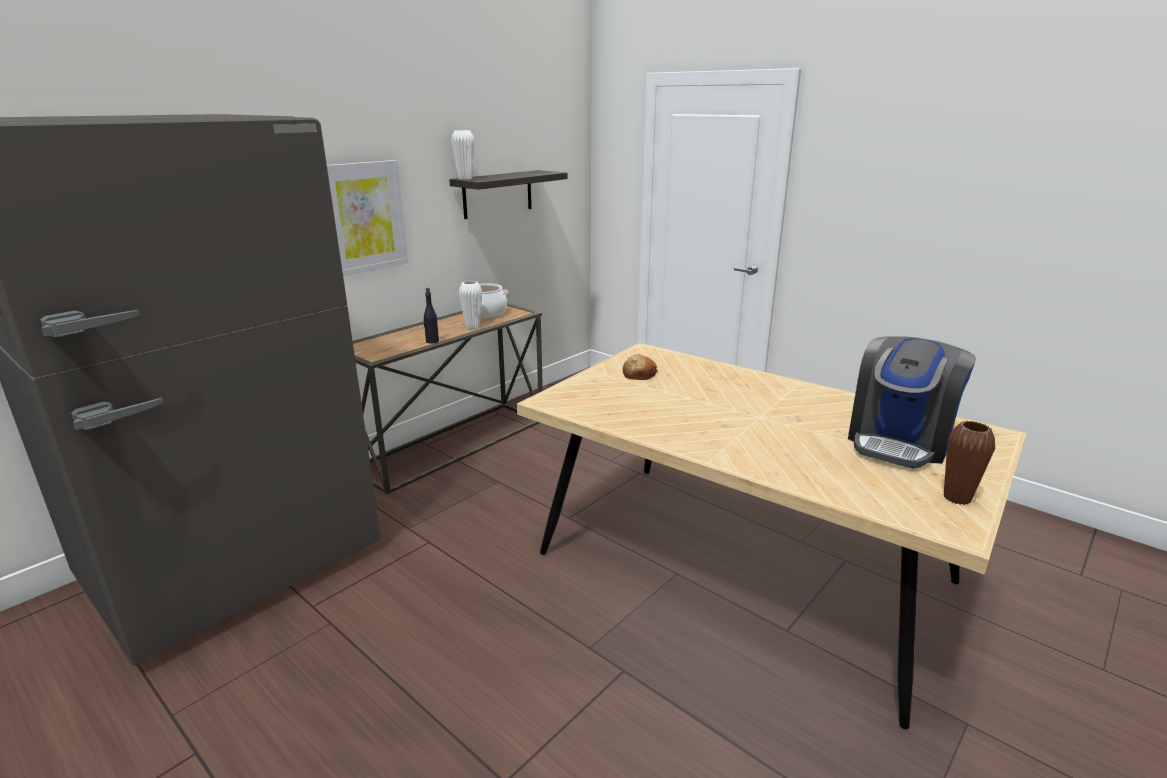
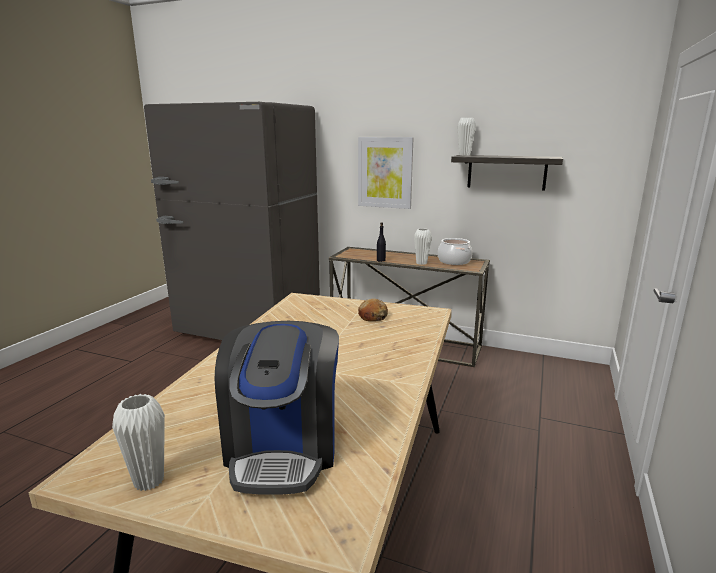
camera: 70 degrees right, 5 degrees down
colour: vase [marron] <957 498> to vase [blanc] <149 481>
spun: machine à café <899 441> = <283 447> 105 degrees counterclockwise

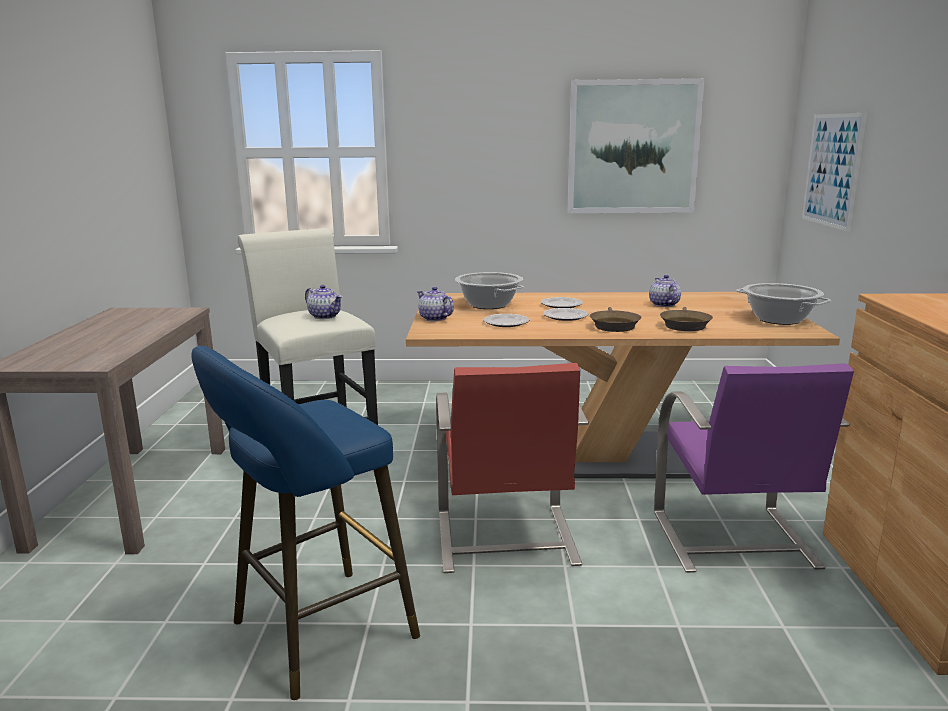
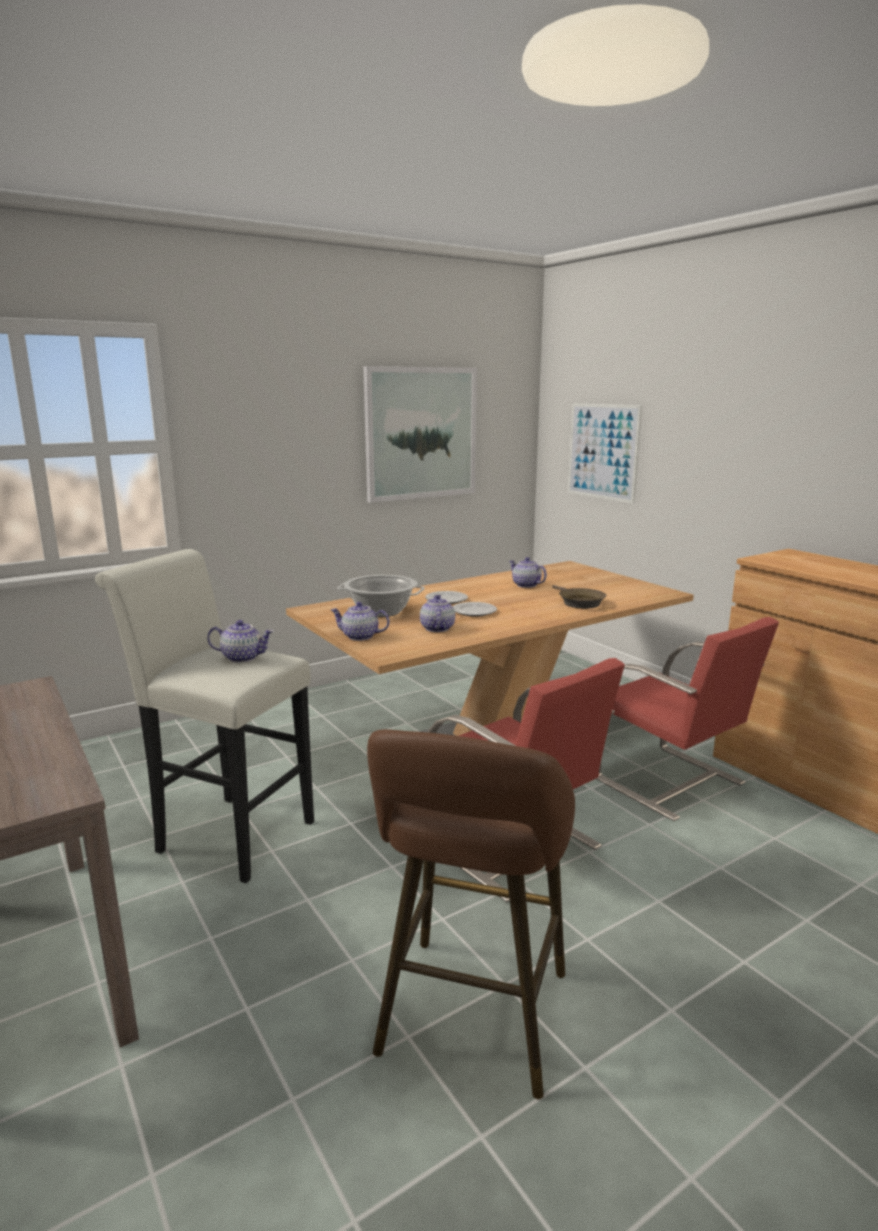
camera: 35 degrees left, 0 degrees up
missing: poêle [marron] <613 325>; marmite <779 319>
exchanged: assiette <505 323> to théière <436 628>
colour: tabouret [bleu] <315 634> to tabouret [marron] <471 1022>; chaise [violet] <733 540> to chaise [rouge] <670 782>

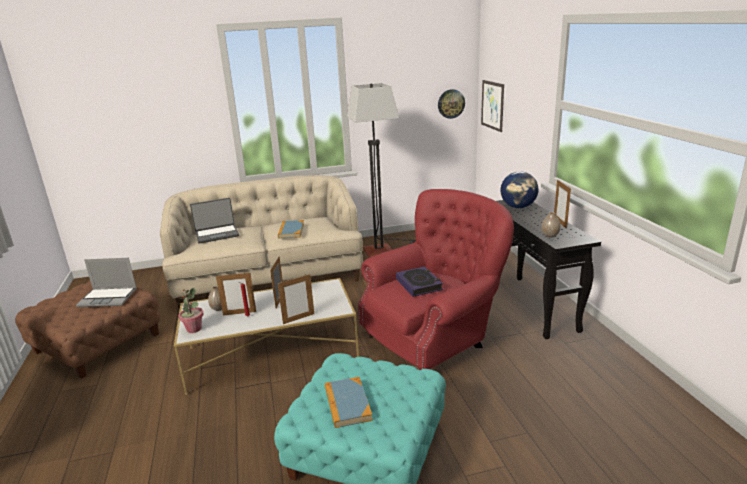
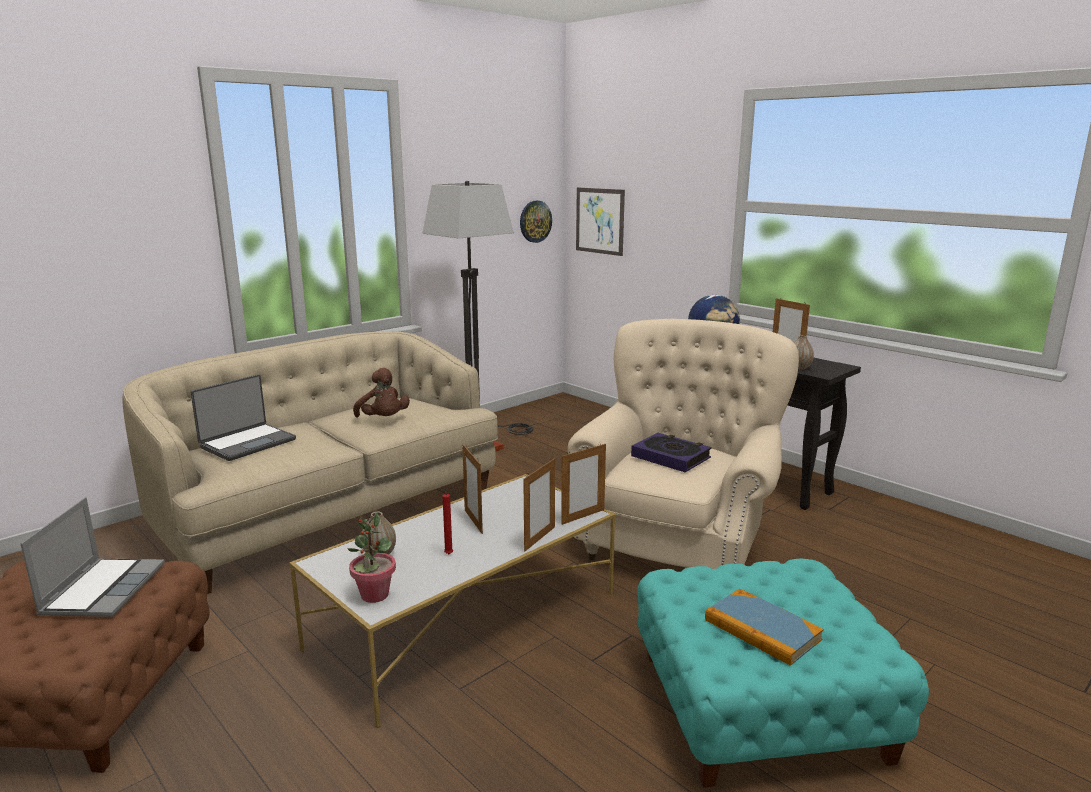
camera: 30 degrees left, 5 degrees down
relocated: cadre photo <239 313> to <583 517>
exchanged: livre <291 231> to peluche [marron] <383 420>
colour: fauteuil [rouge] <434 338> to fauteuil [beige] <677 539>
spun: ordinateur portable <109 297> = <103 589> 60 degrees counterclockwise

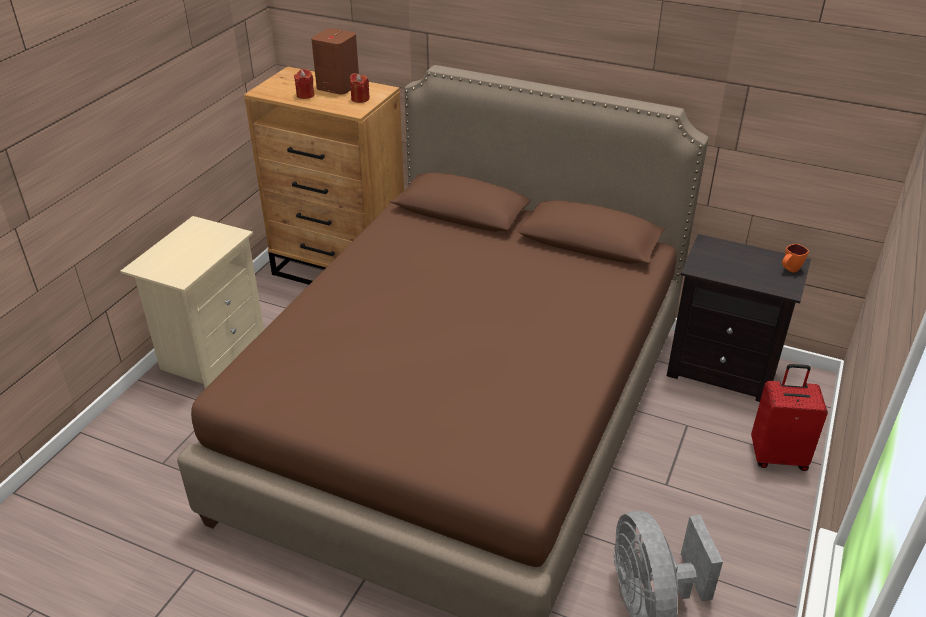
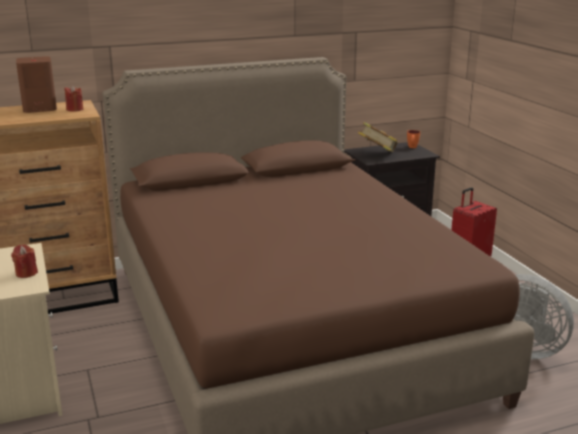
camera: 45 degrees left, 15 degrees down
appeared: livre <377 153>
relocated: bougie [rouge] <305 95> to <26 273>

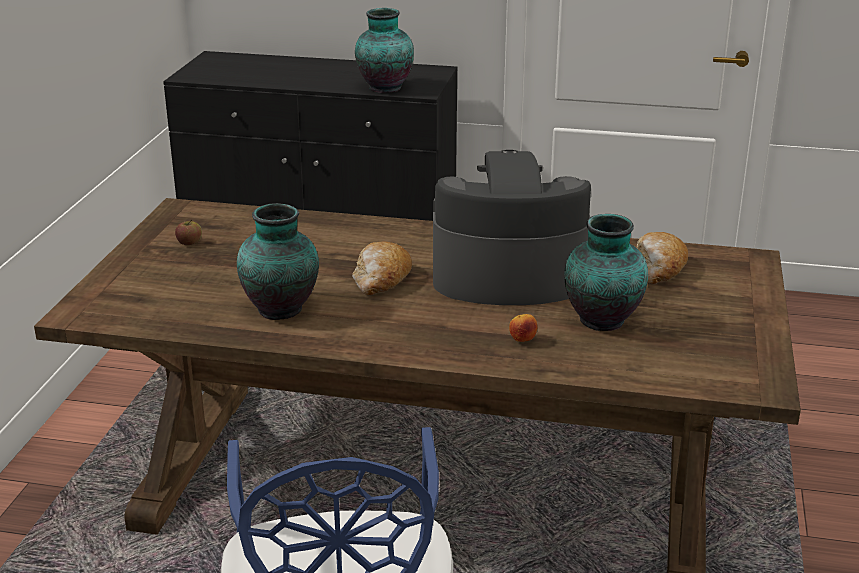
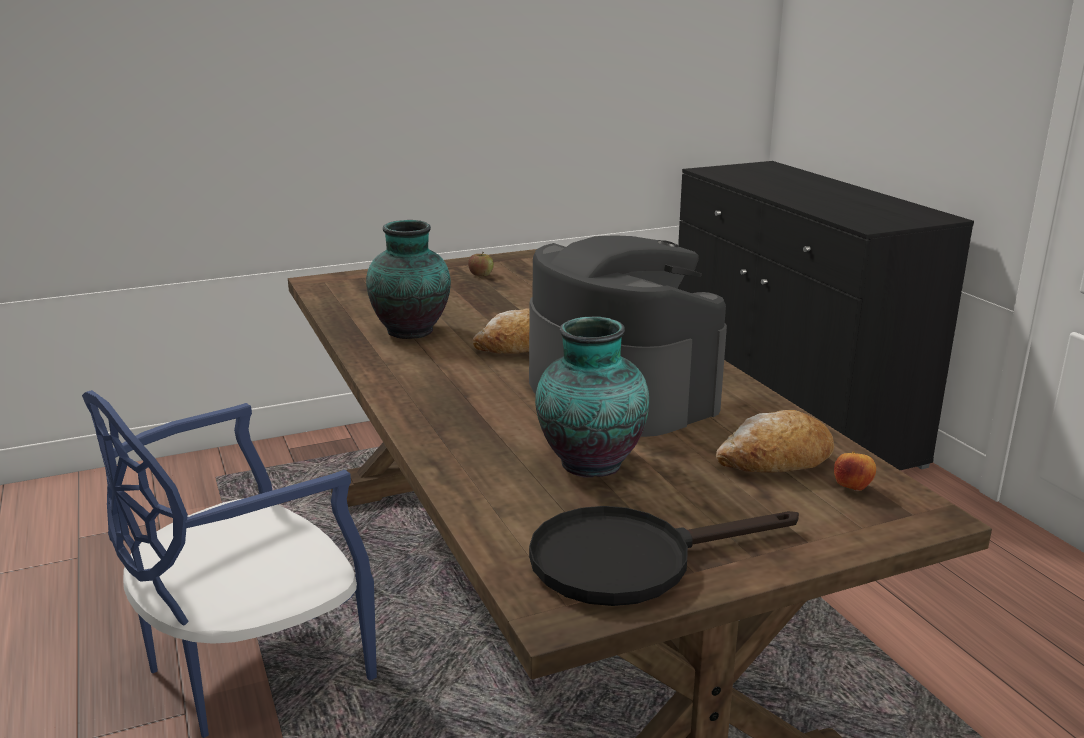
camera: 55 degrees right, 5 degrees down
missing: vase <384 88>
appeared: poêle [noir] <631 559>
relocated: pomme <522 340> to <852 488>

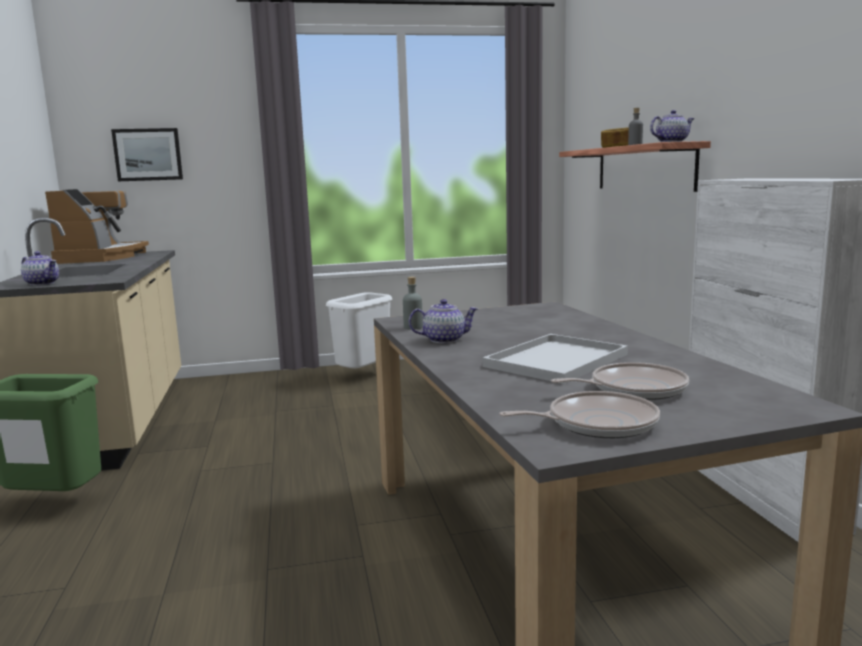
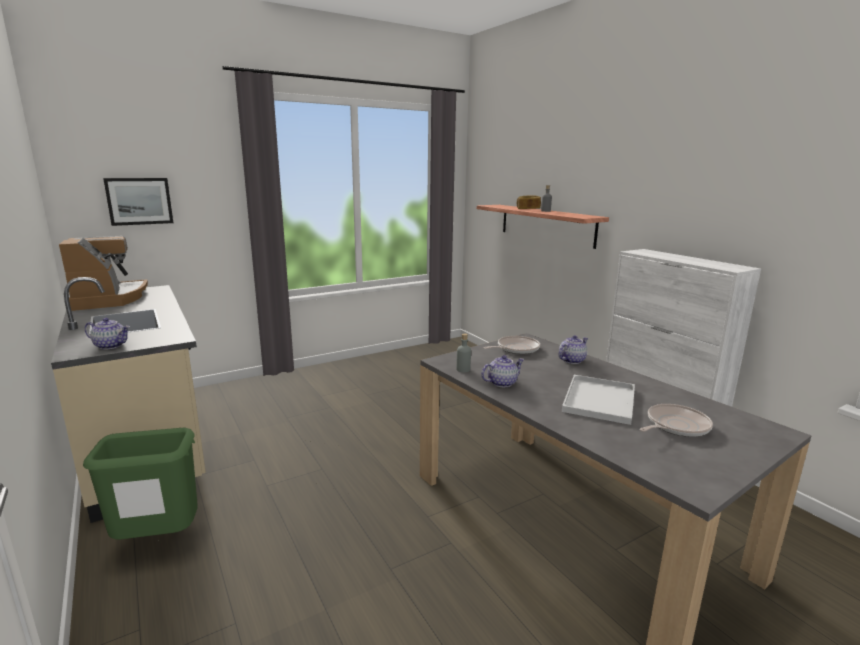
camera: 20 degrees left, 5 degrees up
missing: poubelle [blanc] <364 377>
relocated: poêle <596 423> to <515 349>; théière <671 142> to <571 360>

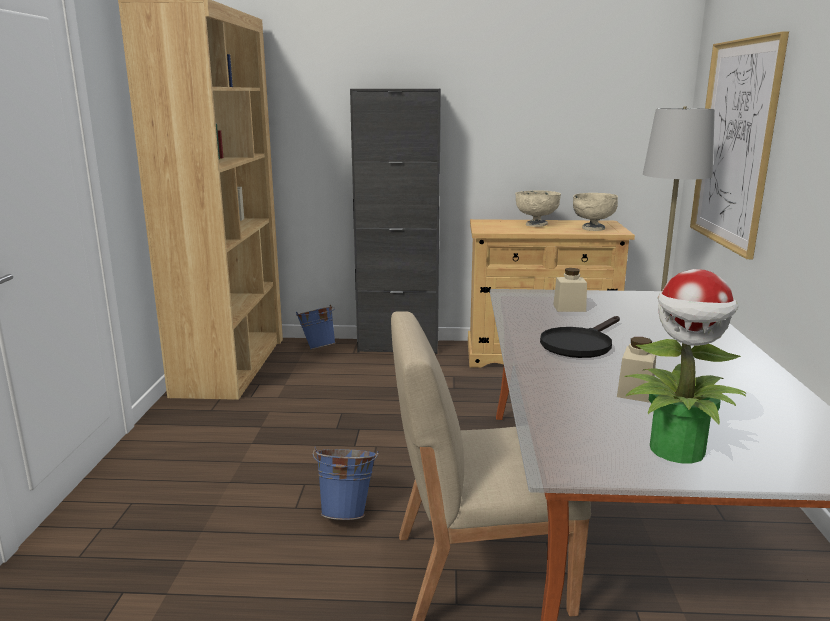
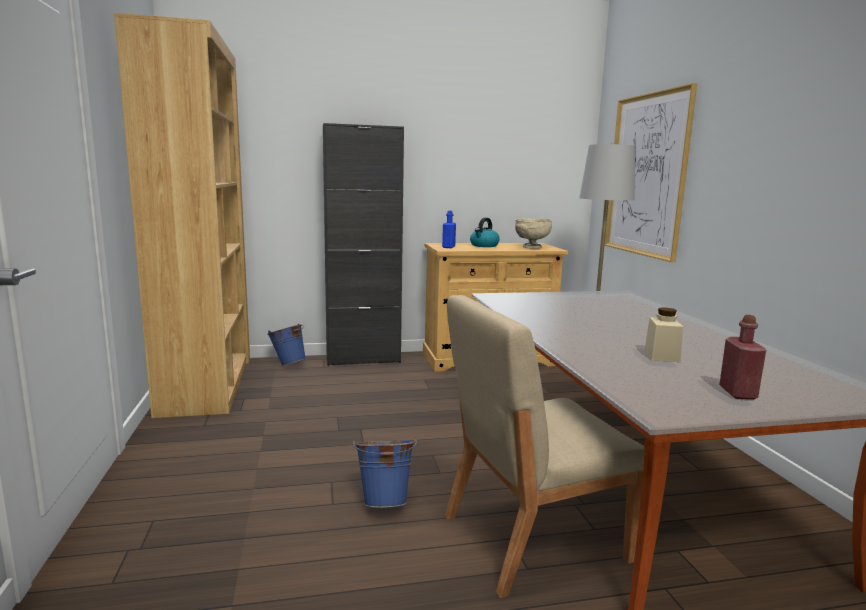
camera: 15 degrees left, 5 degrees down
missing: poêle [noir] <580 344>; bocal [beige] <569 308>
appeared: bouteille [bleu] <448 247>
exchanged: bol [beige] <536 225> to bouilloire <484 245>; plante en pot <677 451> to bouteille [rouge] <737 393>

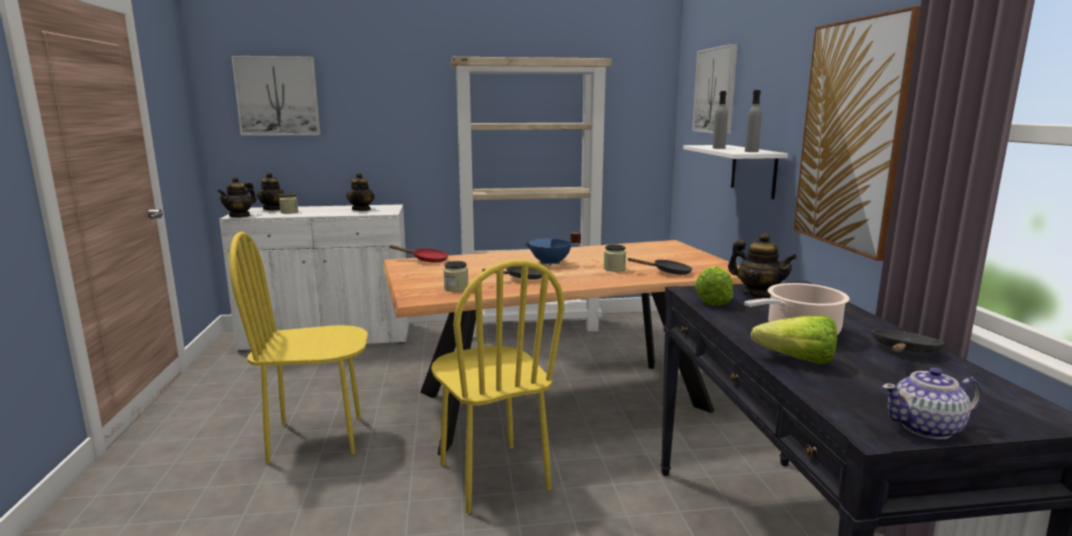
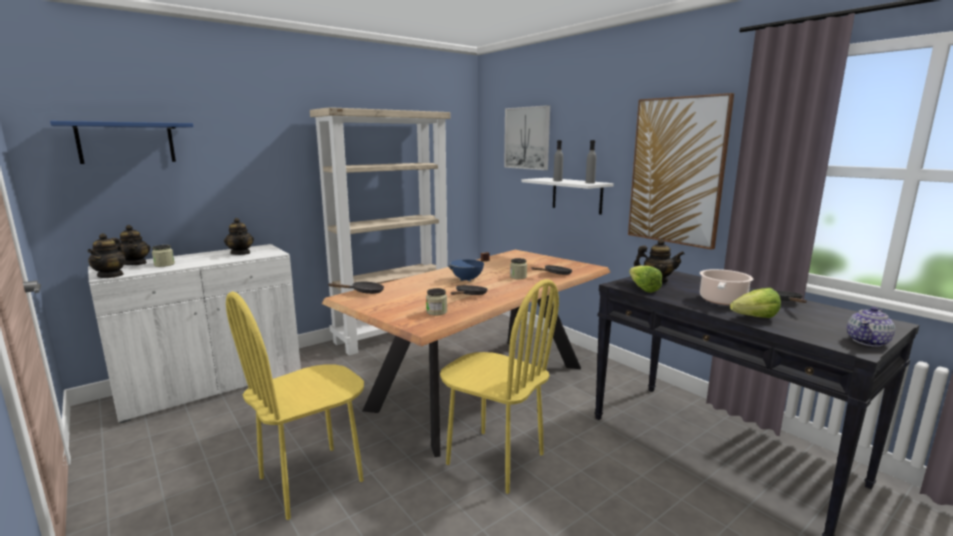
camera: 30 degrees left, 0 degrees up
exchanged: tableau <277 96> to étagère [bleu] <126 143>
colour: poêle [rouge] <426 260> to poêle [noir] <364 292>

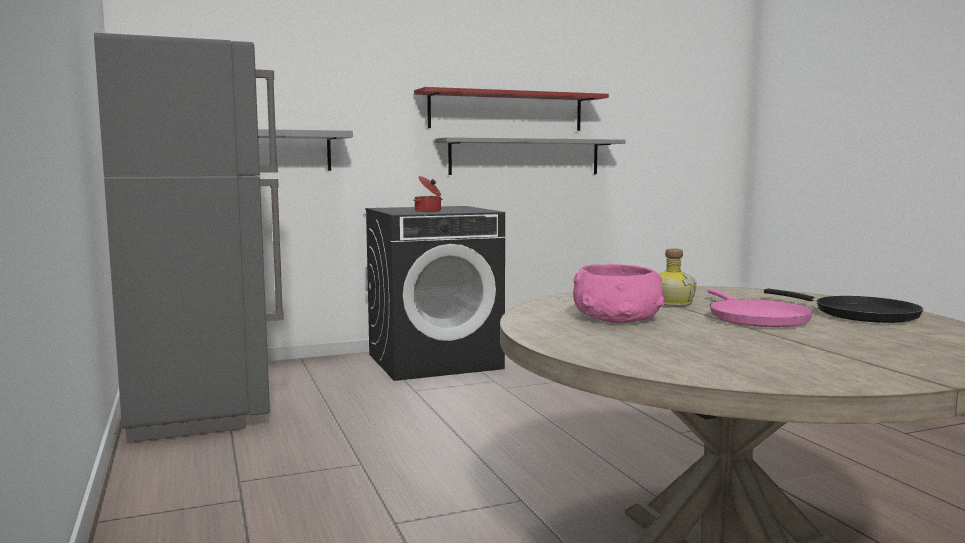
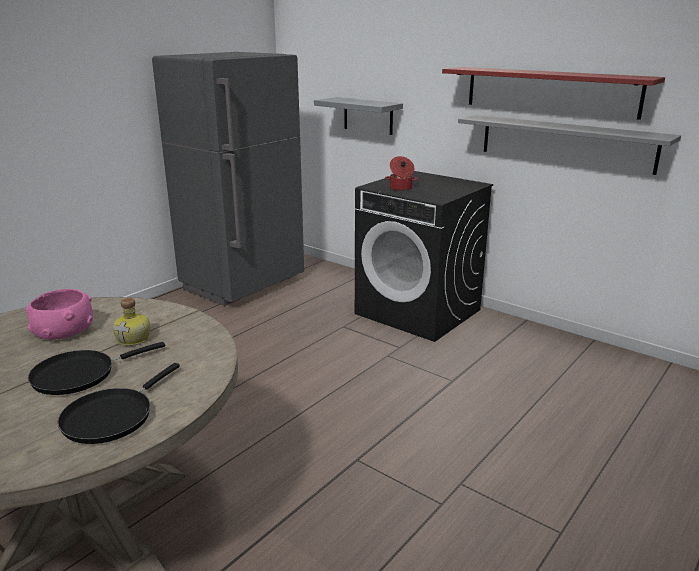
camera: 60 degrees right, 15 degrees up
colour: poêle [rose] <755 317> to poêle [noir] <79 375>

